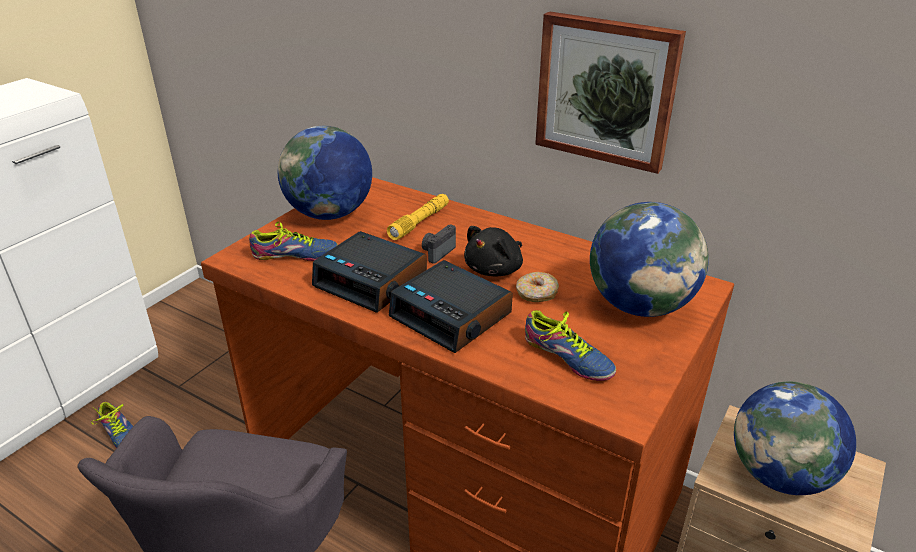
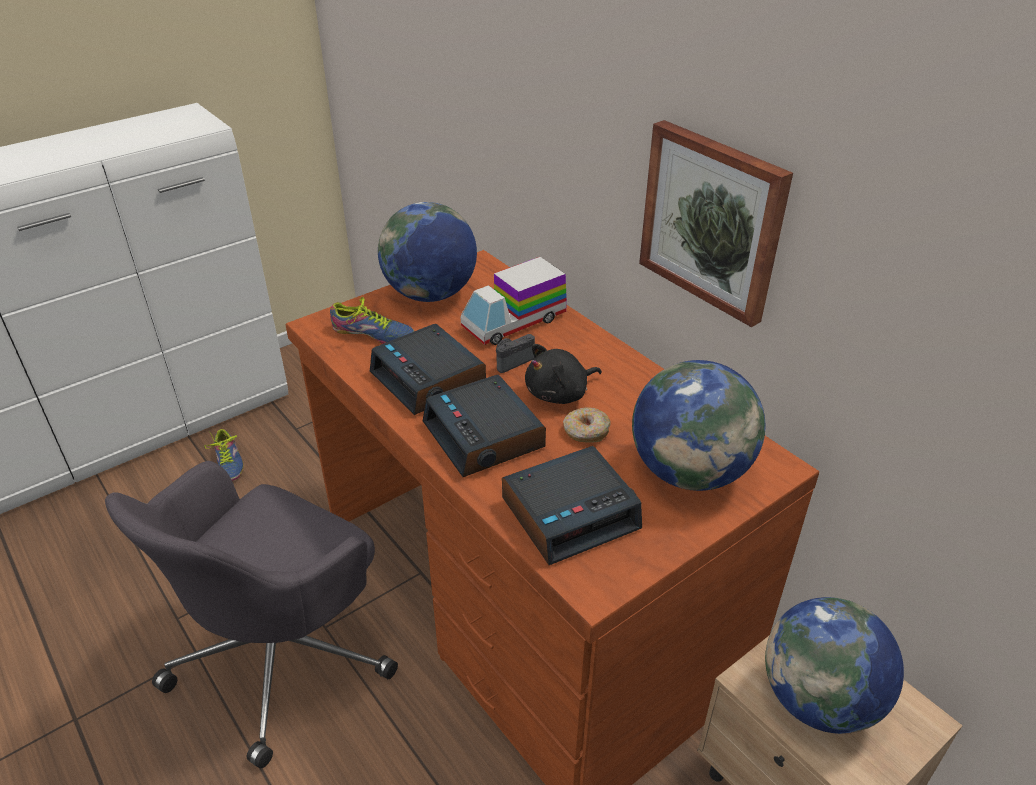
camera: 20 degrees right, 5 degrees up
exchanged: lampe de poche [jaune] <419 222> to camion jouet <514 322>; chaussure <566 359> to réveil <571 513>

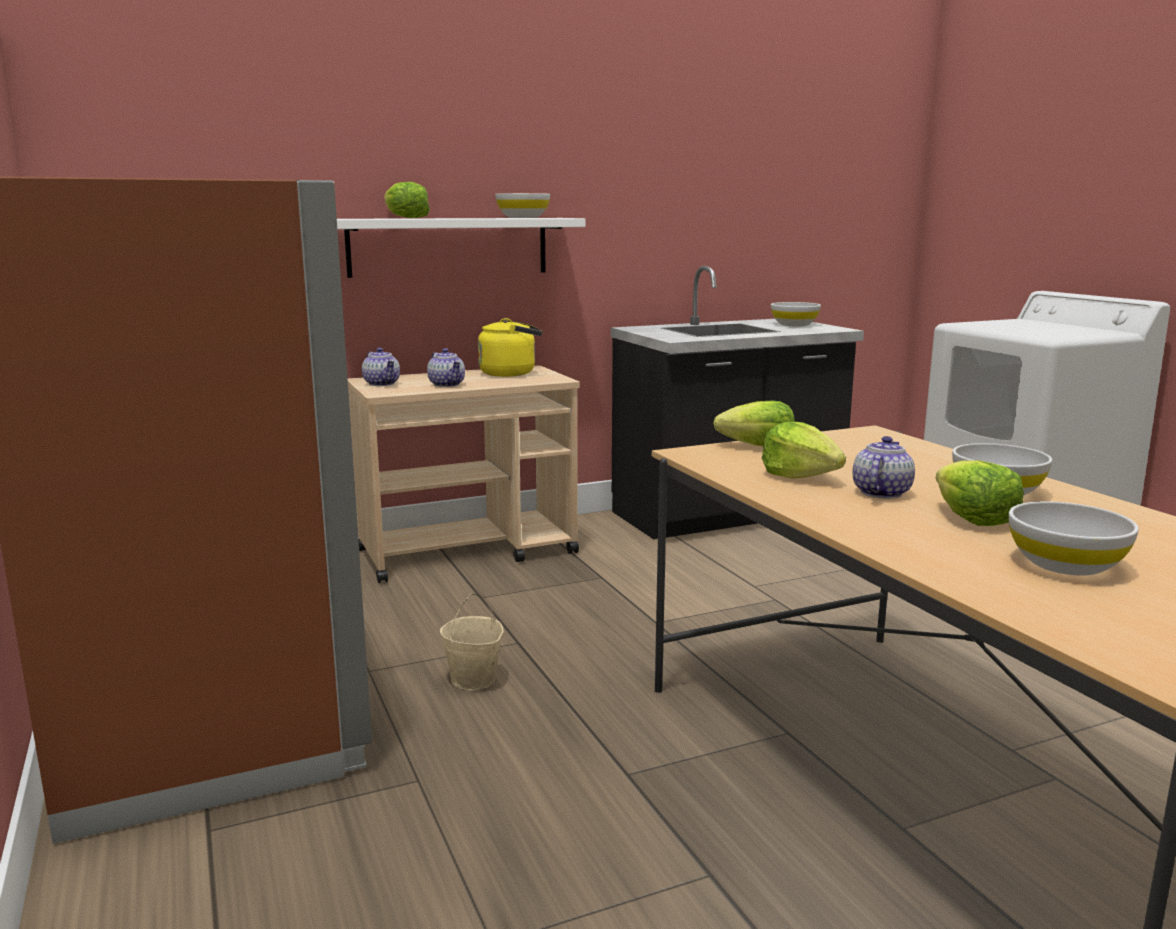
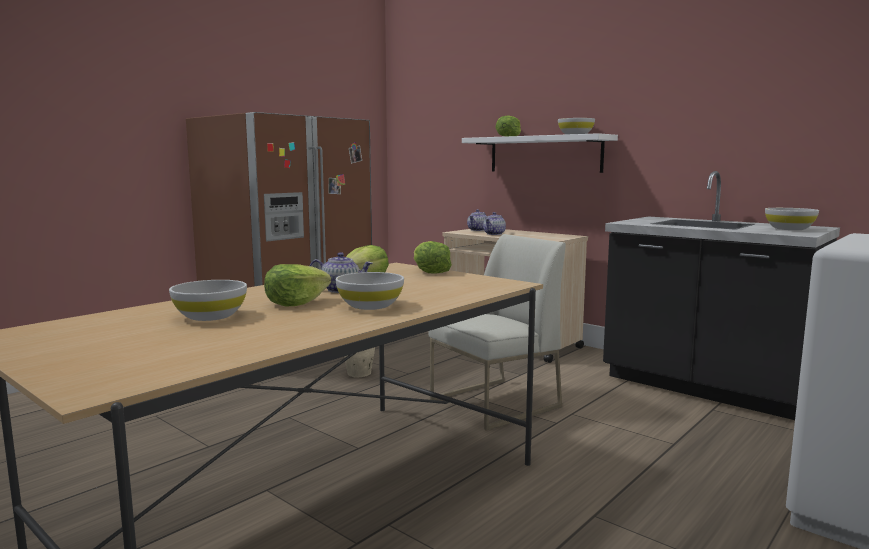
camera: 65 degrees right, 5 degrees down
missing: bouilloire [jaune] <511 373>
appeared: chaise [blanc] <495 404>

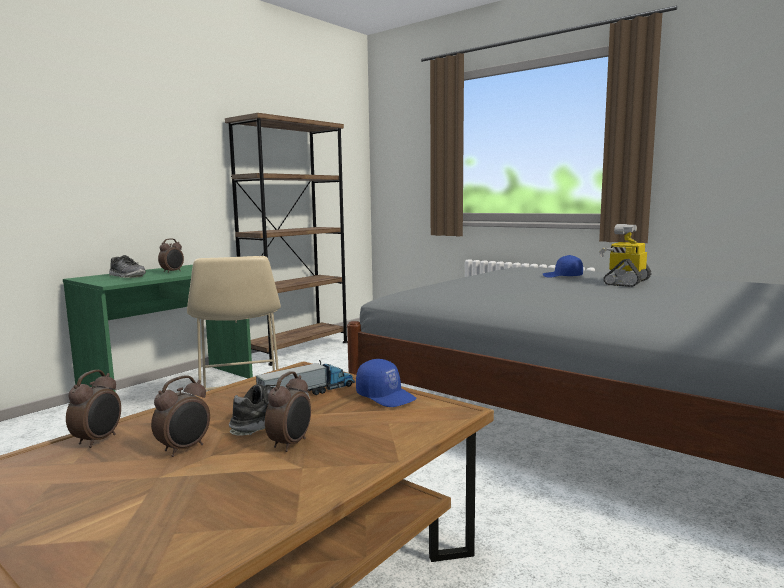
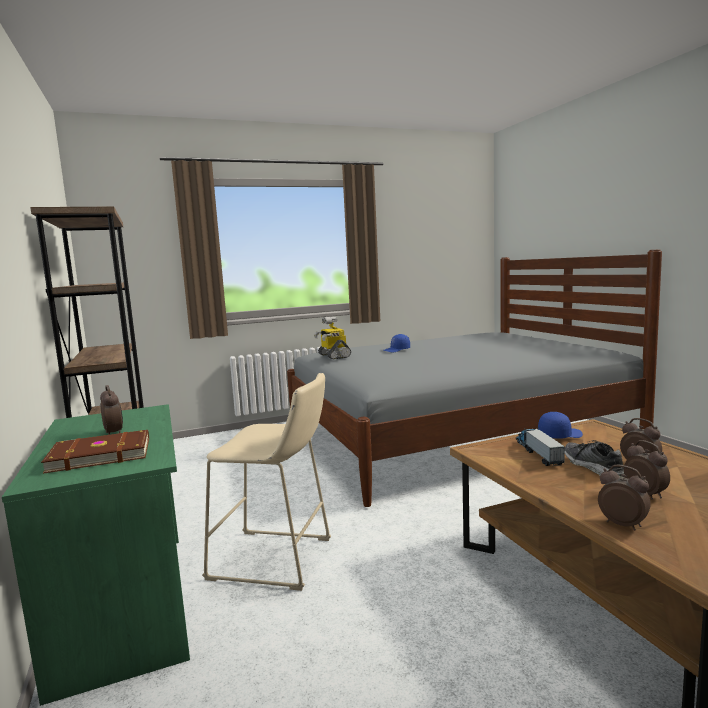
camera: 60 degrees left, 0 degrees up
relocated: robot jouet <626 282> to <333 356>
exchanged: chaussure <127 276> to livre [marron] <100 454>

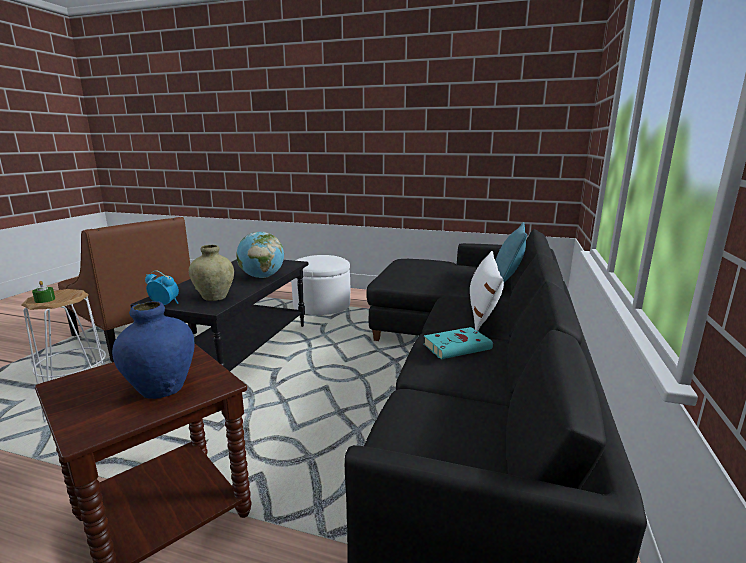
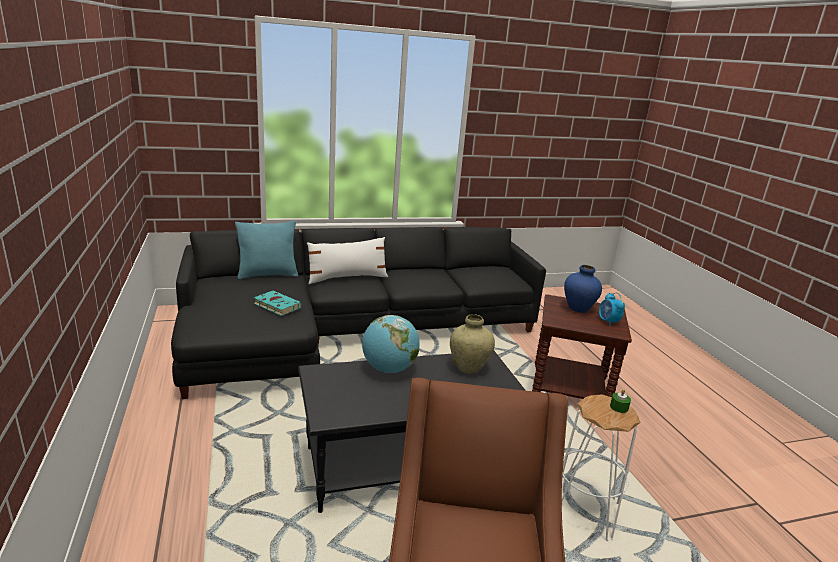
camera: 125 degrees left, 5 degrees up
missing: pouf [blanc] <322 305>
relocated: réveil <165 304> to <608 322>; livre [turquoise] <458 347> to <276 305>

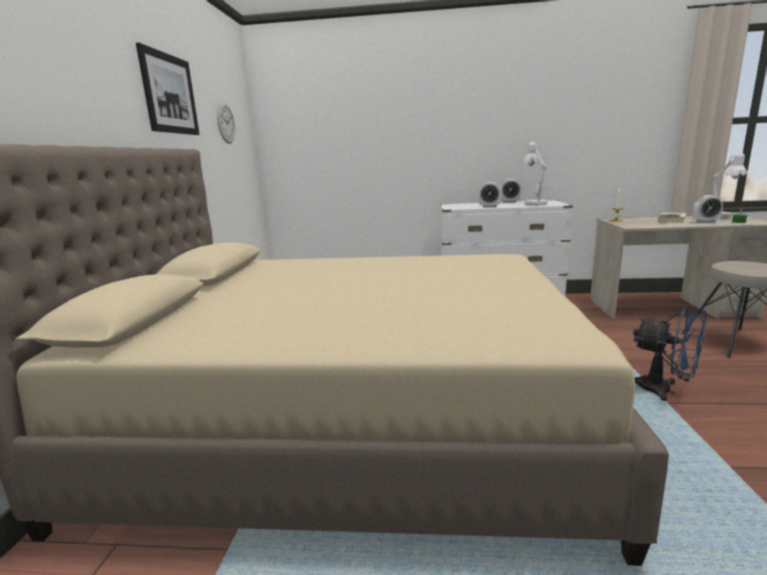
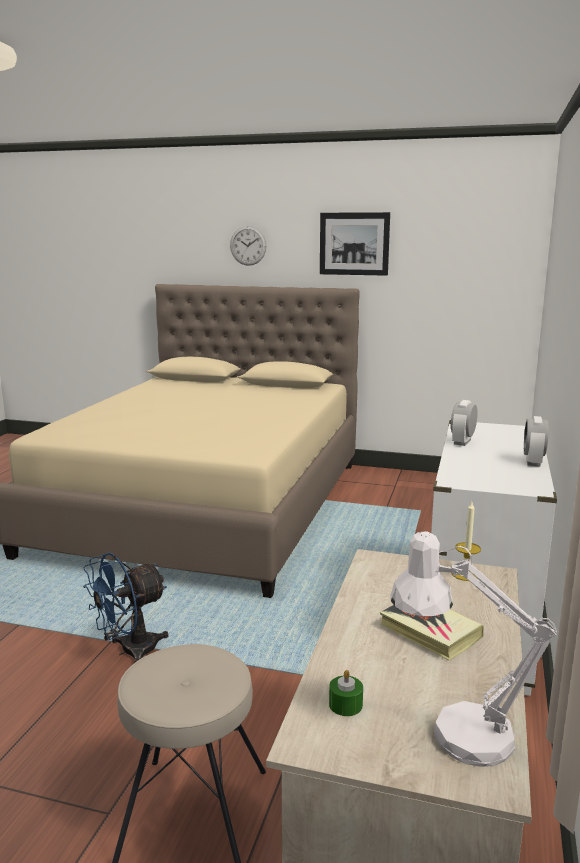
camera: 100 degrees right, 0 degrees up
missing: lampe de table [blanc] <533 204>; réveil <705 222>
relocated: horloge murale <226 123> to <248 245>

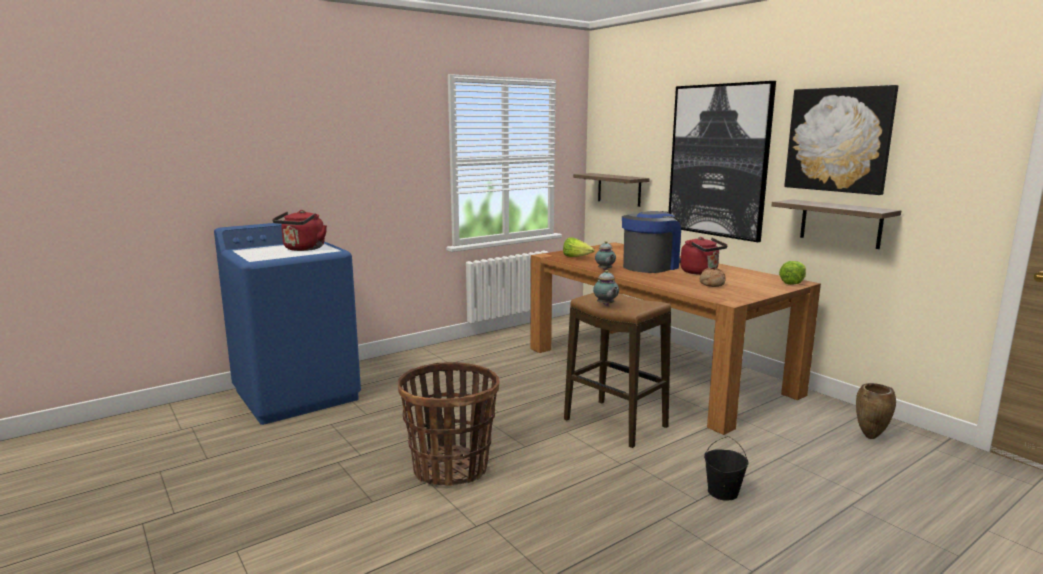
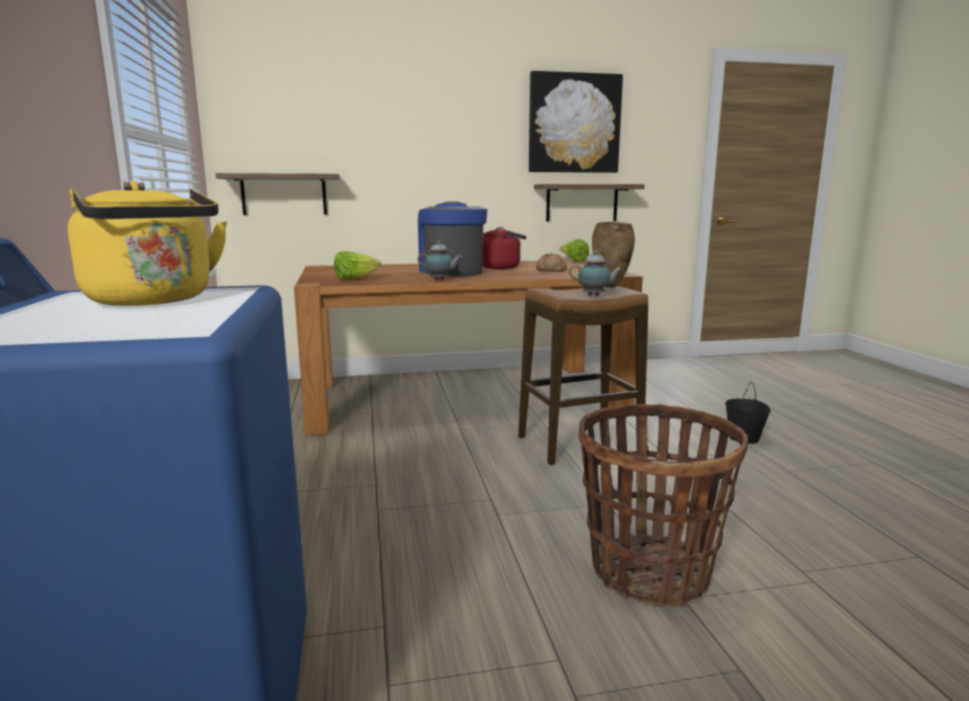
camera: 65 degrees left, 0 degrees up
missing: tableau <718 161>
relocated: vase [marron] <870 437> to <611 287>
colour: bouilloire [rouge] <303 249> to bouilloire [jaune] <154 301>

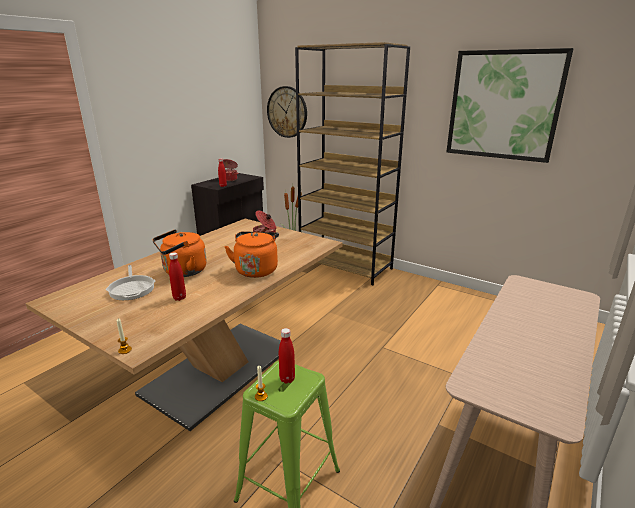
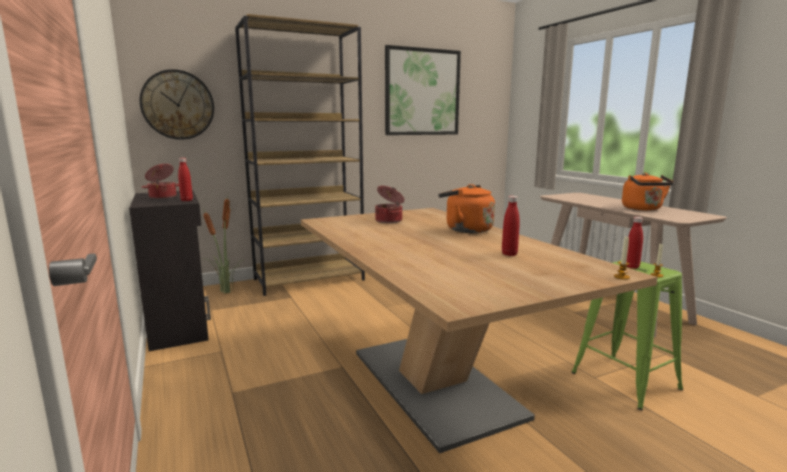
camera: 60 degrees left, 10 degrees down
missing: poêle <132 288>
relocated: bouilloire [orange] <182 272> to <643 209>

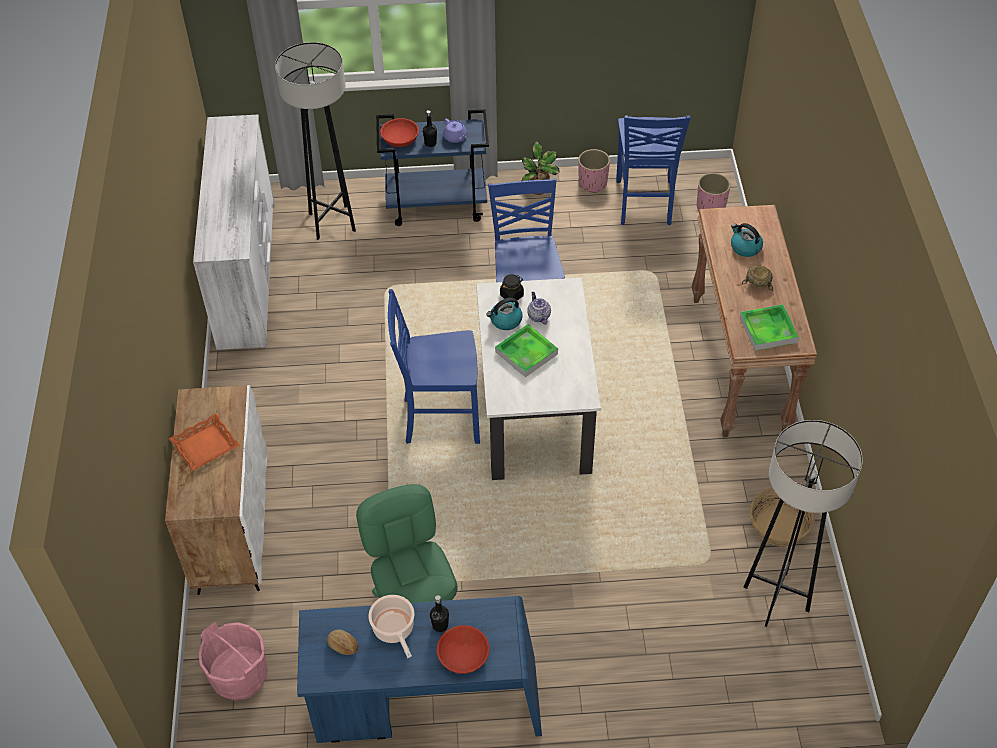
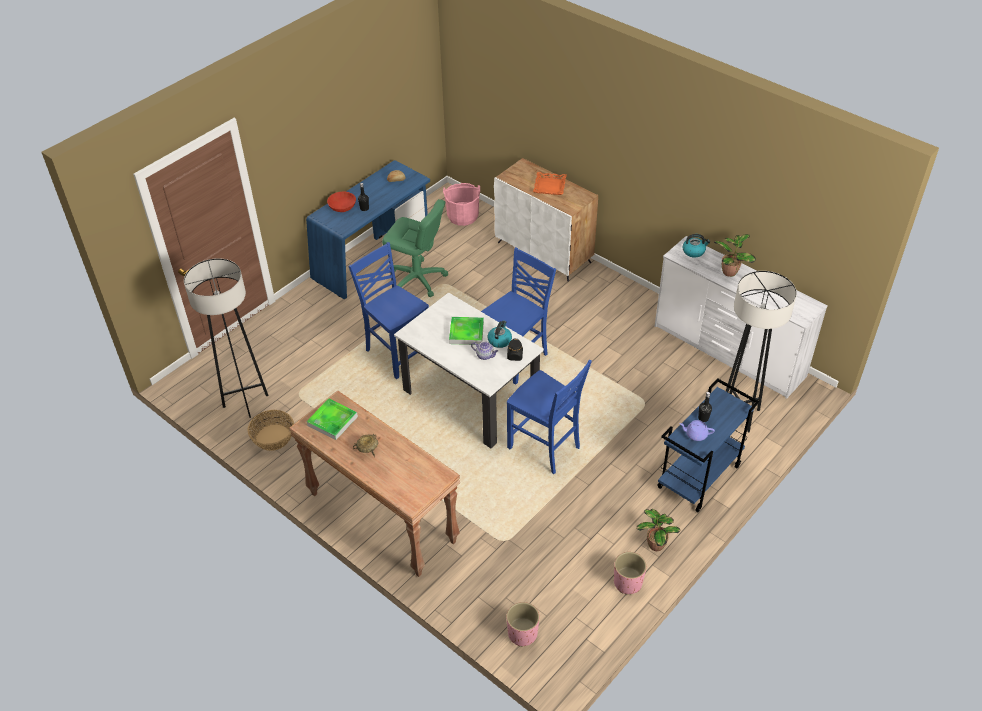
camera: 135 degrees right, 5 degrees down
missing: marmite <394 629>; bol [rouge] <400 139>
appeared: plante en pot <730 271>
relocated: chaise [bleu] <644 203> to <397 353>; bouilloire <745 247> to <694 251>

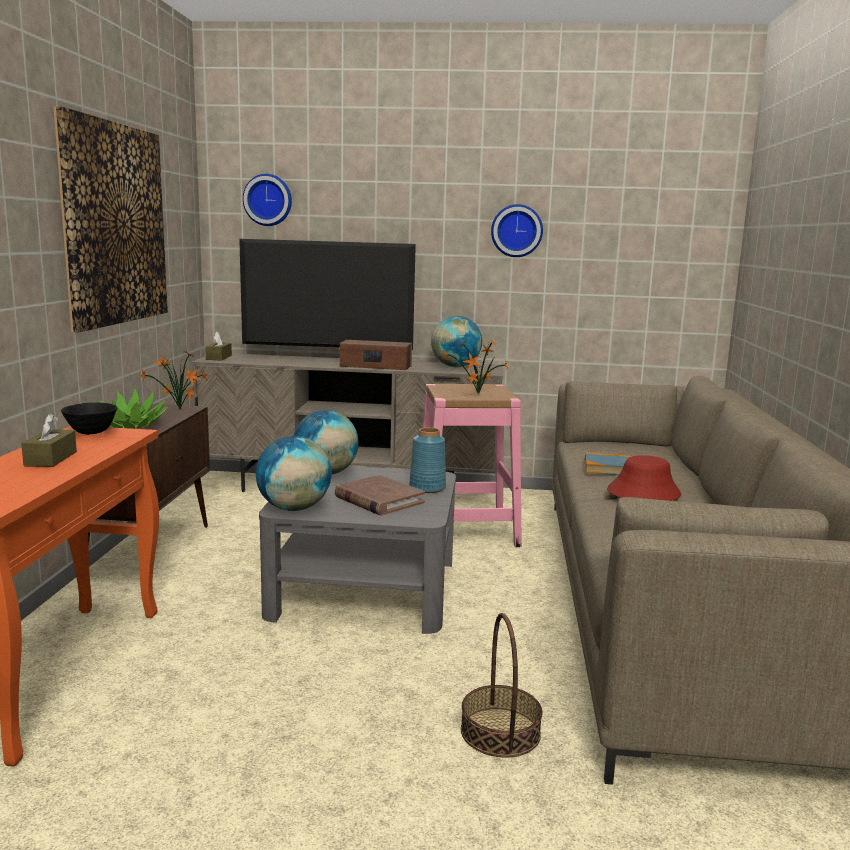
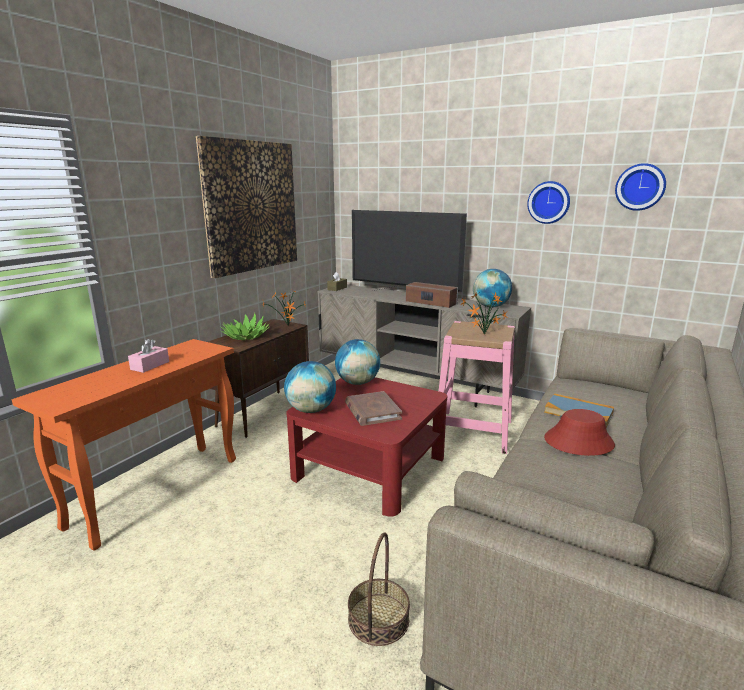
camera: 25 degrees right, 5 degrees up
missing: bol [noir] <91 433>; vase [bleu] <427 488>
relocated: horloge murale <268 200> to <640 187>
colour: boîte à mouchoirs [marron] <51 459> to boîte à mouchoirs [rose] <150 365>; table basse [gris] <365 588> to table basse [rouge] <370 467>

